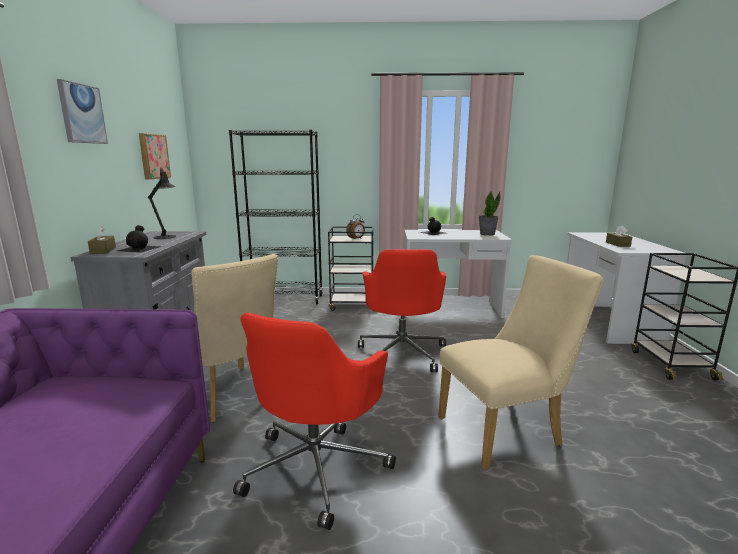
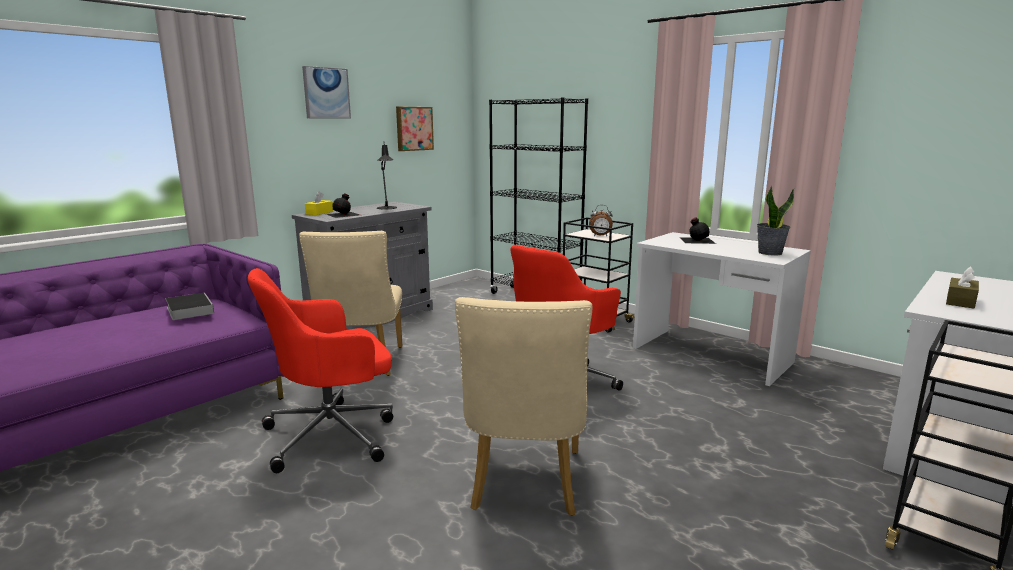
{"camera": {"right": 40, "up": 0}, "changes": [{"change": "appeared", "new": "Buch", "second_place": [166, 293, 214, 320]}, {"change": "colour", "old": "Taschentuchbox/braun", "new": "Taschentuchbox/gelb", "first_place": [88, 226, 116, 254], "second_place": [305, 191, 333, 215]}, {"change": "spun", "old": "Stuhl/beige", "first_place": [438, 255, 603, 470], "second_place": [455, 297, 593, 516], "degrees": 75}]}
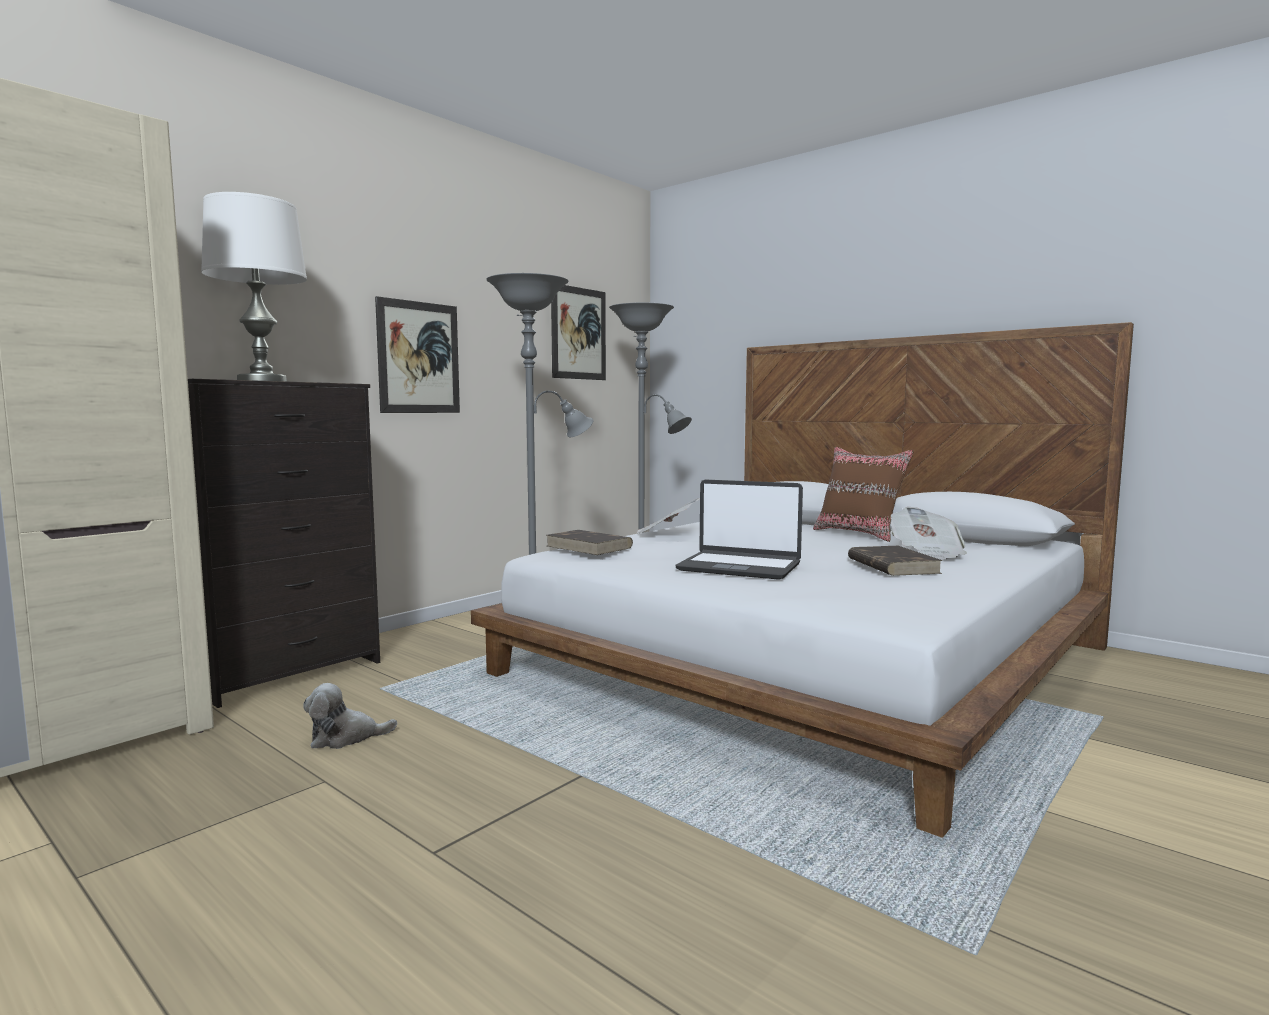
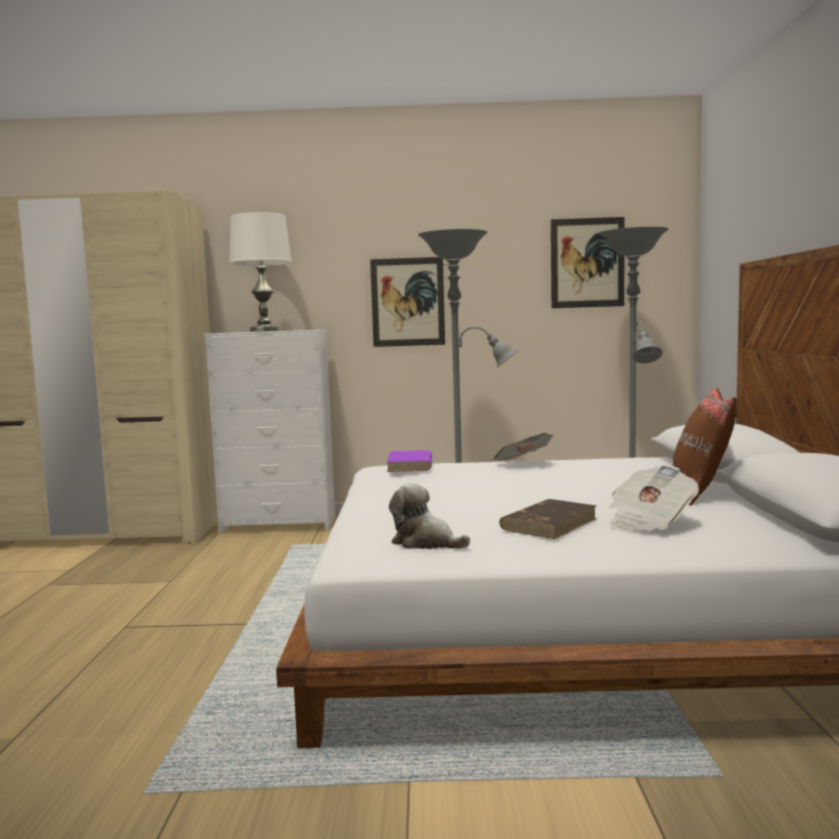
{"camera": {"right": 50, "up": 0}, "changes": [{"change": "missing", "old": "Laptop", "first_place": [675, 480, 803, 580]}, {"change": "relocated", "old": "Plüschtier", "first_place": [303, 683, 397, 749], "second_place": [389, 483, 470, 549]}, {"change": "colour", "old": "Kommode/schwarz", "new": "Kommode/weiß", "first_place": [188, 379, 380, 708], "second_place": [204, 330, 335, 534]}, {"change": "colour", "old": "Buch/braun", "new": "Buch/lila", "first_place": [547, 530, 633, 555], "second_place": [387, 450, 432, 472]}]}
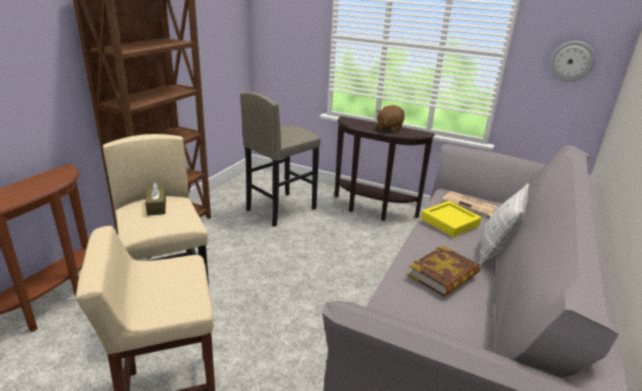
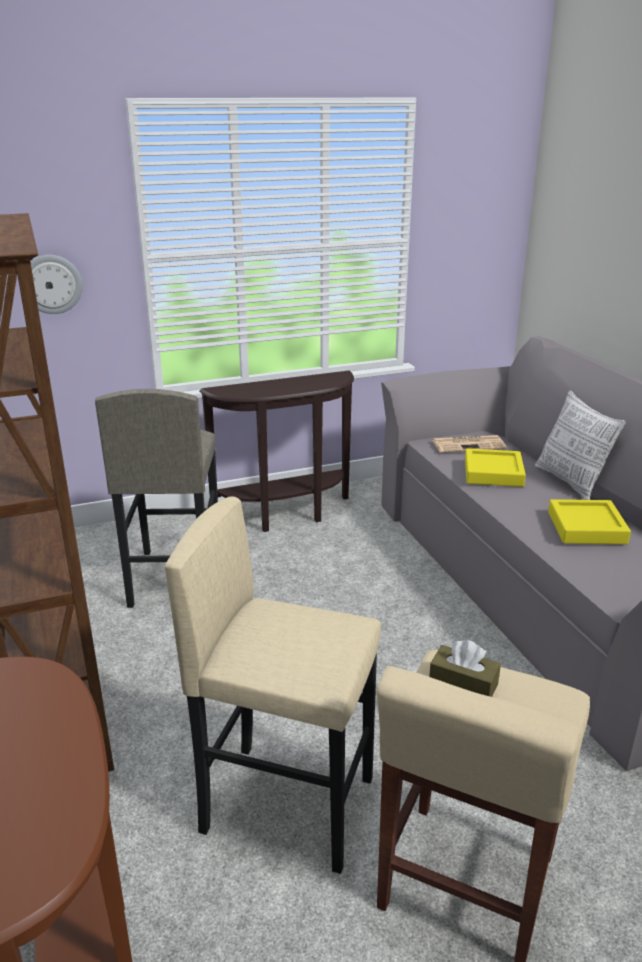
{"camera": {"right": -45, "up": 0}, "changes": [{"change": "missing", "old": "Plüschtier/braun", "first_place": [377, 105, 405, 133]}, {"change": "relocated", "old": "Taschentuchbox/braun", "first_place": [145, 183, 166, 216], "second_place": [429, 640, 501, 697]}, {"change": "relocated", "old": "Wanduhr", "first_place": [550, 41, 595, 82], "second_place": [30, 255, 83, 314]}, {"change": "exchanged", "old": "Buch", "new": "Tablett/gelb", "first_place": [408, 246, 480, 297], "second_place": [548, 499, 631, 544]}]}
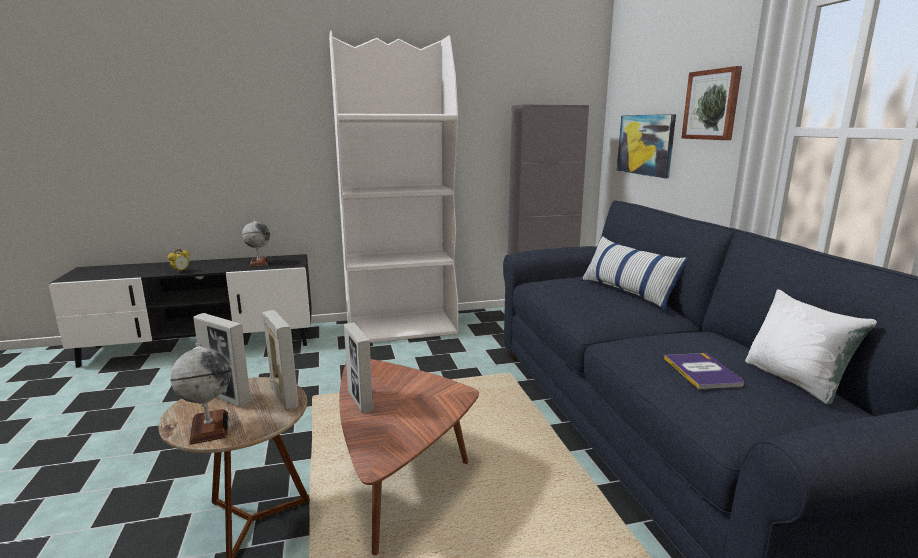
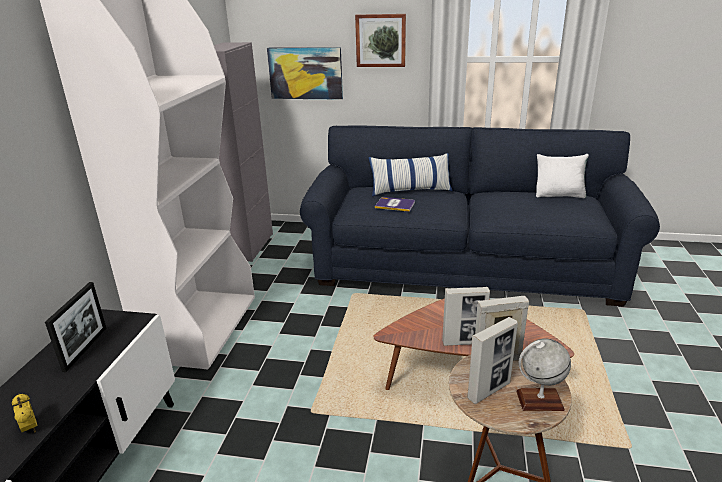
{"camera": {"right": -65, "up": 10}, "changes": [{"change": "relocated", "old": "Buch", "first_place": [664, 353, 744, 389], "second_place": [375, 197, 415, 212]}, {"change": "exchanged", "old": "Globus", "new": "Bilderrahmen", "first_place": [242, 219, 270, 267], "second_place": [45, 282, 107, 372]}]}
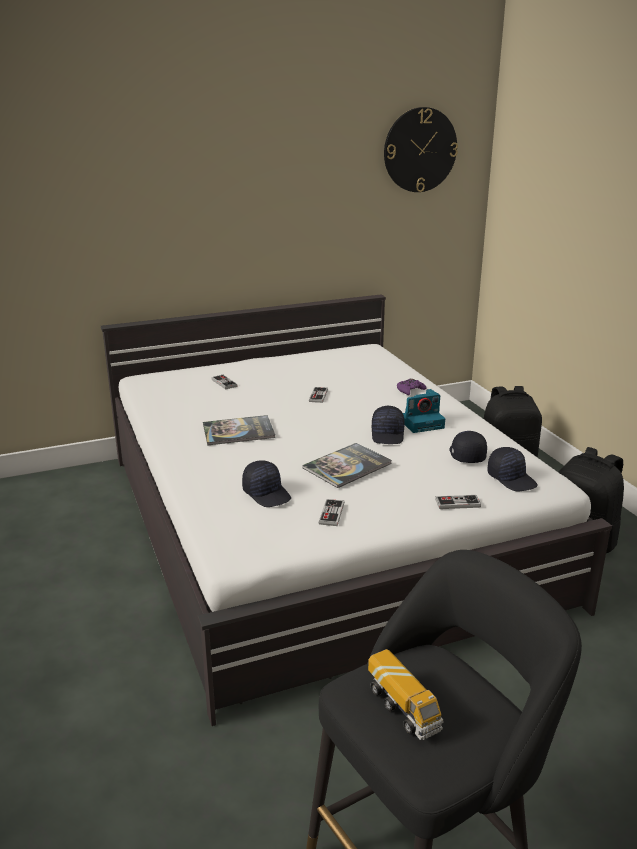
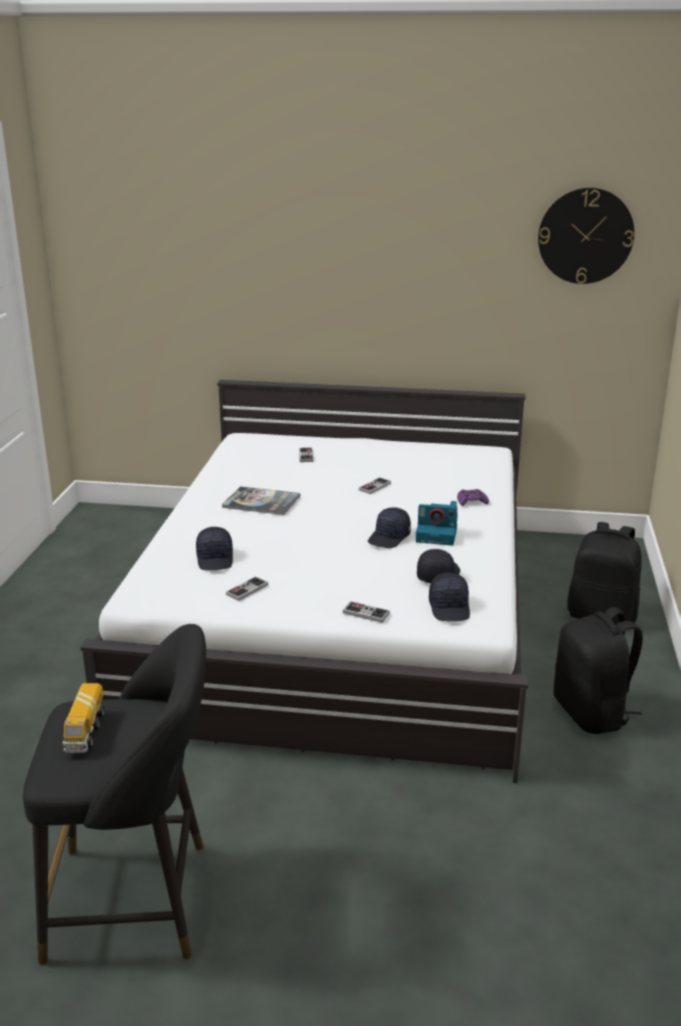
{"camera": {"right": 30, "up": 0}, "changes": [{"change": "missing", "old": "Buch", "first_place": [302, 443, 392, 488]}]}
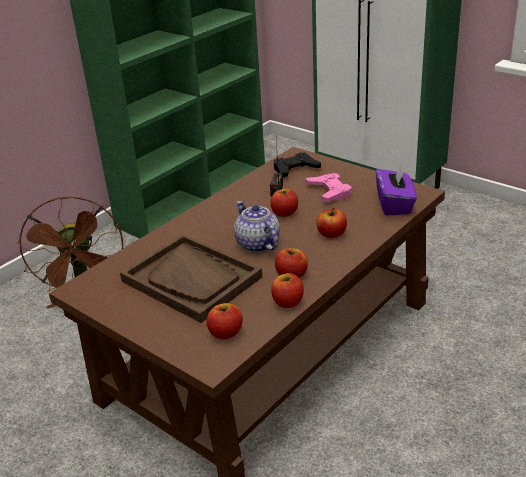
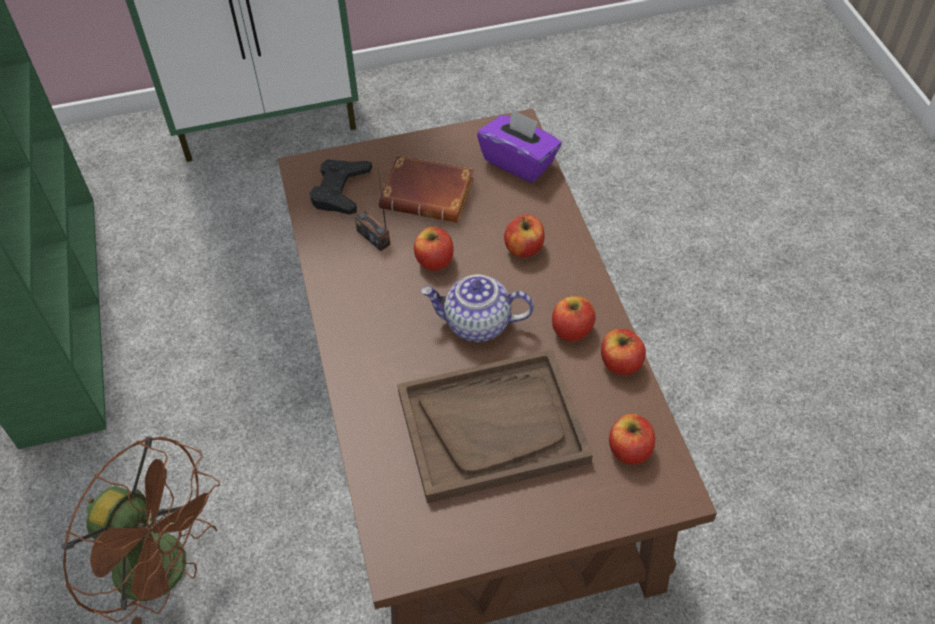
{"camera": {"right": -55, "up": 20}, "changes": [{"change": "exchanged", "old": "Gamepad/rosa", "new": "Buch/braun", "first_place": [305, 173, 351, 202], "second_place": [379, 155, 474, 223]}]}
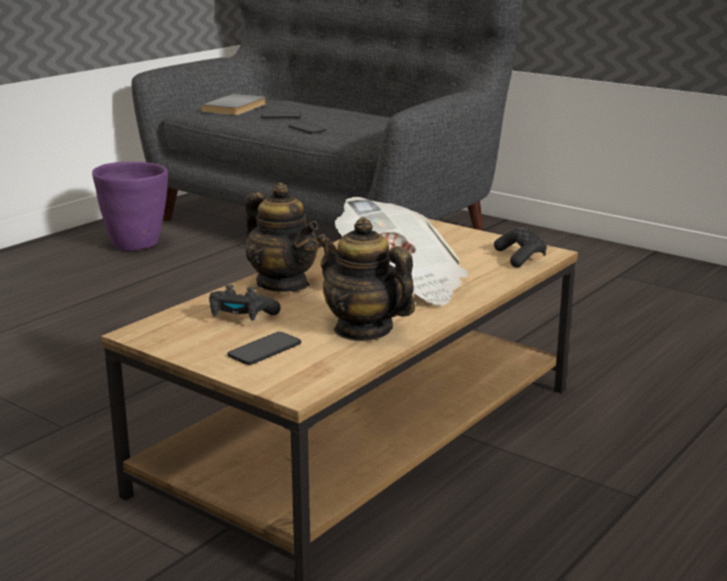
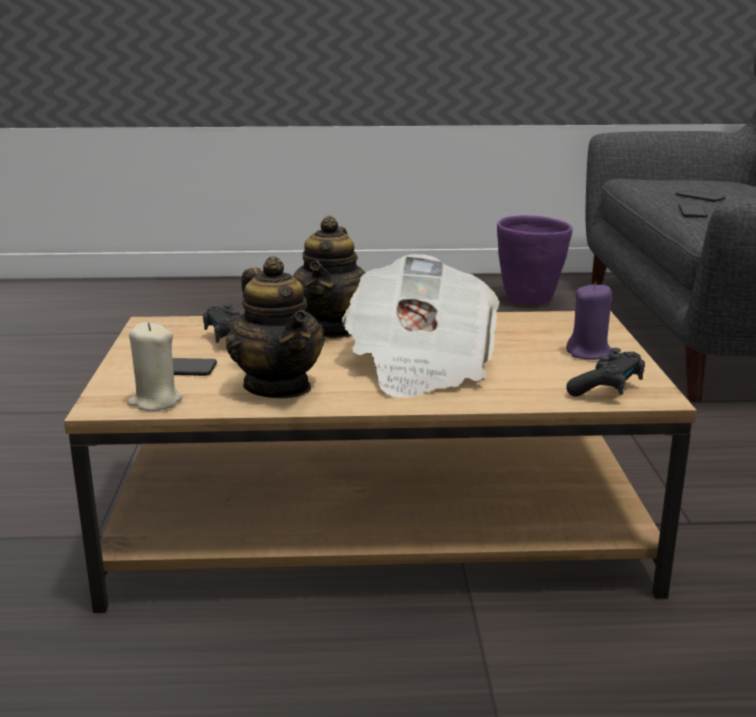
{"camera": {"right": 50, "up": 0}, "changes": [{"change": "missing", "old": "Buch/grau", "first_place": [201, 94, 266, 115]}, {"change": "appeared", "new": "Kerze/beige", "second_place": [127, 322, 183, 411]}, {"change": "appeared", "new": "Kerze/lila", "second_place": [566, 282, 613, 360]}, {"change": "spun", "old": "Teekanne", "first_place": [317, 217, 415, 341], "second_place": [226, 256, 325, 398], "degrees": 150}]}
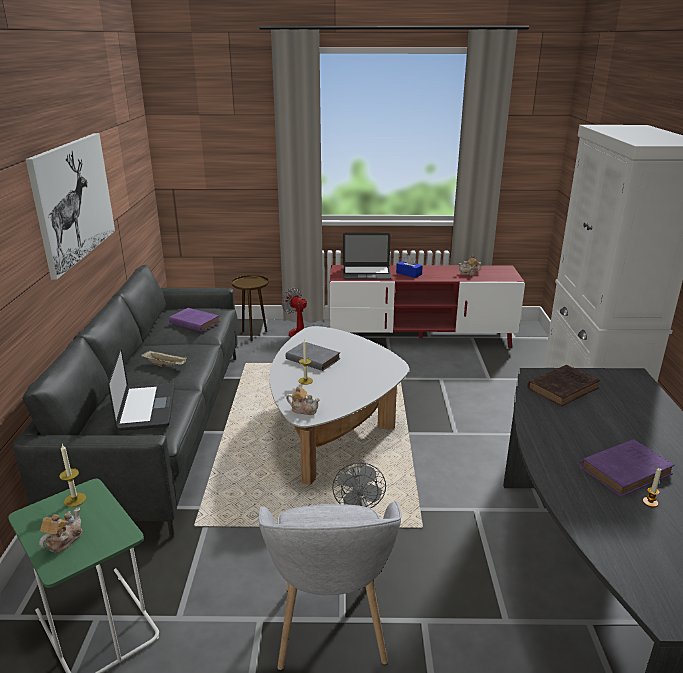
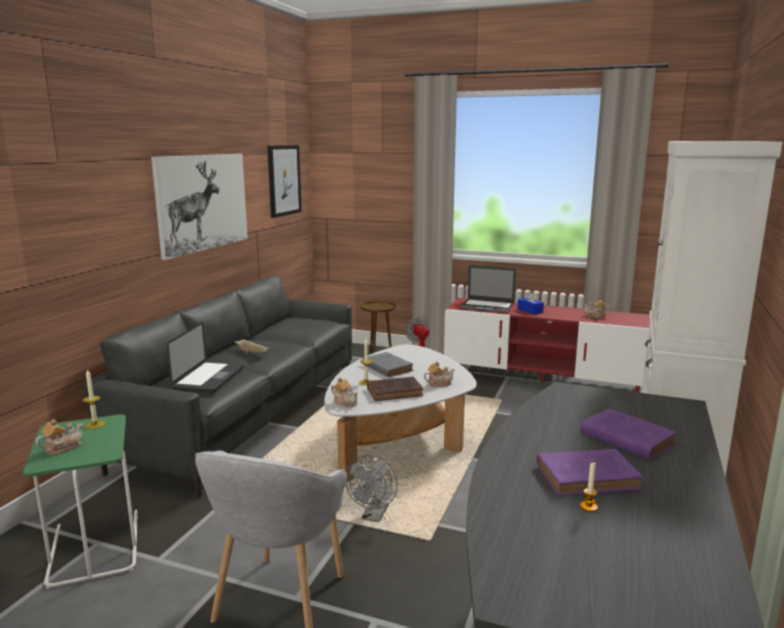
{"camera": {"right": 20, "up": -10}, "changes": [{"change": "appeared", "new": "Bild", "second_place": [267, 145, 302, 218]}, {"change": "appeared", "new": "Teekanne", "second_place": [424, 361, 455, 387]}, {"change": "relocated", "old": "Buch/lila", "first_place": [169, 308, 220, 332], "second_place": [580, 408, 678, 460]}, {"change": "relocated", "old": "Buch/braun", "first_place": [527, 365, 600, 407], "second_place": [367, 376, 423, 401]}]}
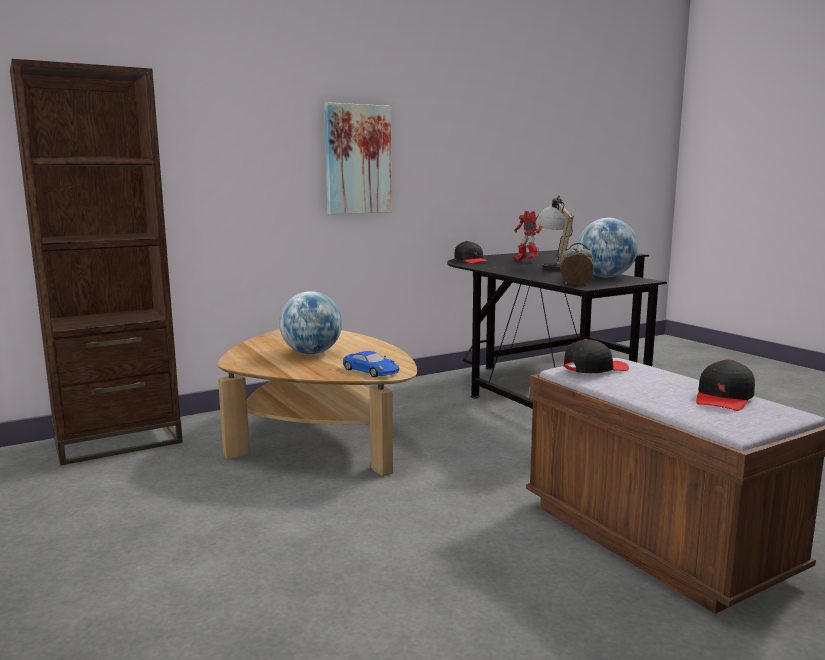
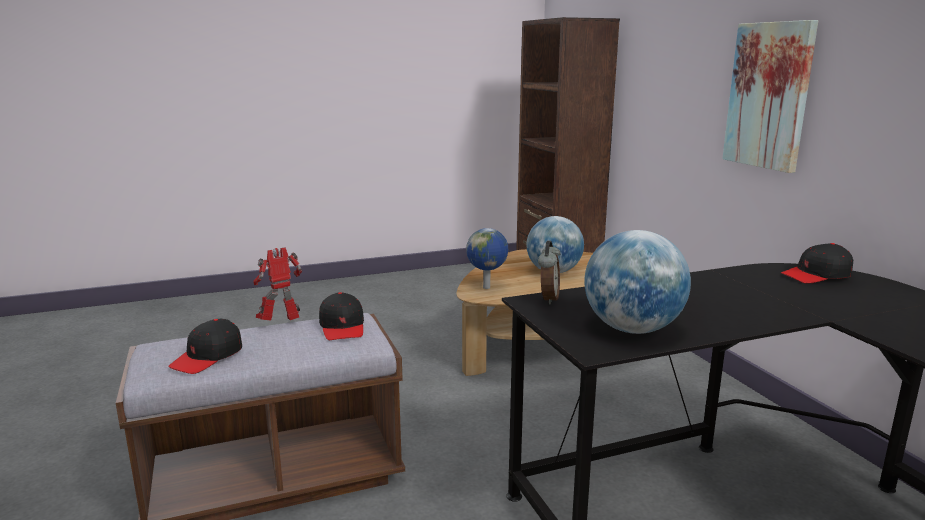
{"camera": {"right": 100, "up": 5}, "changes": [{"change": "missing", "old": "Tischlampe", "first_place": [536, 196, 574, 272]}, {"change": "relocated", "old": "Spielzeugroboter", "first_place": [514, 211, 543, 261], "second_place": [253, 247, 302, 321]}, {"change": "exchanged", "old": "Spielzeugauto/blau", "new": "Globus", "first_place": [343, 351, 399, 377], "second_place": [466, 228, 508, 289]}, {"change": "spun", "old": "Kappe/schwarz", "first_place": [696, 359, 755, 411], "second_place": [168, 319, 242, 374], "degrees": -105}]}
